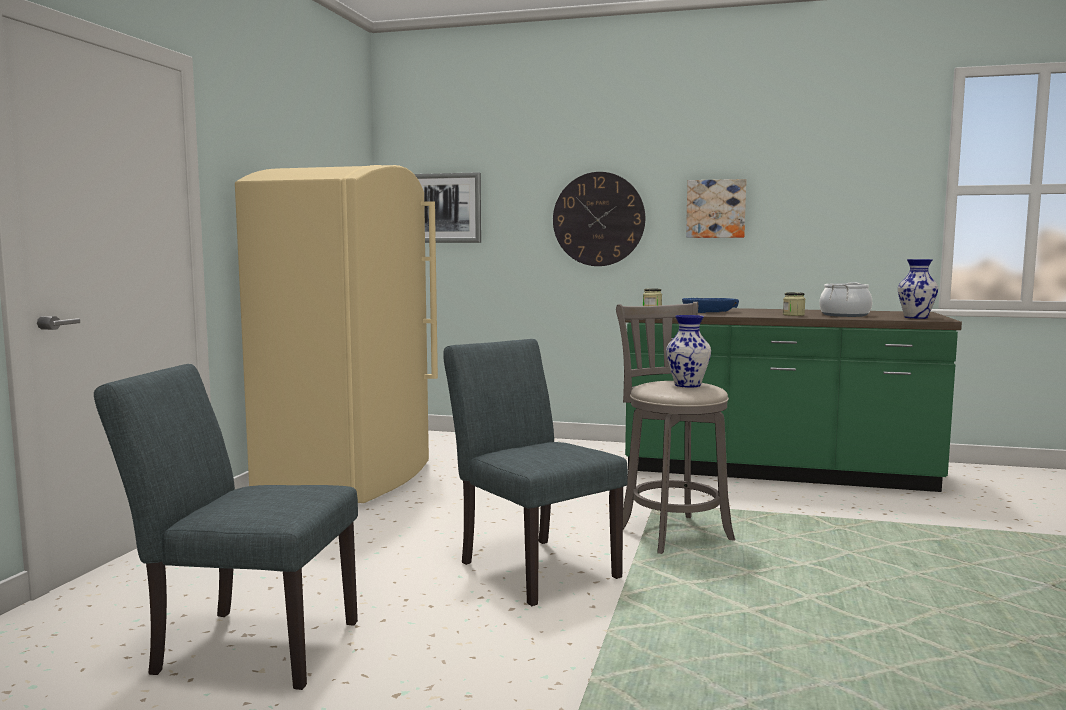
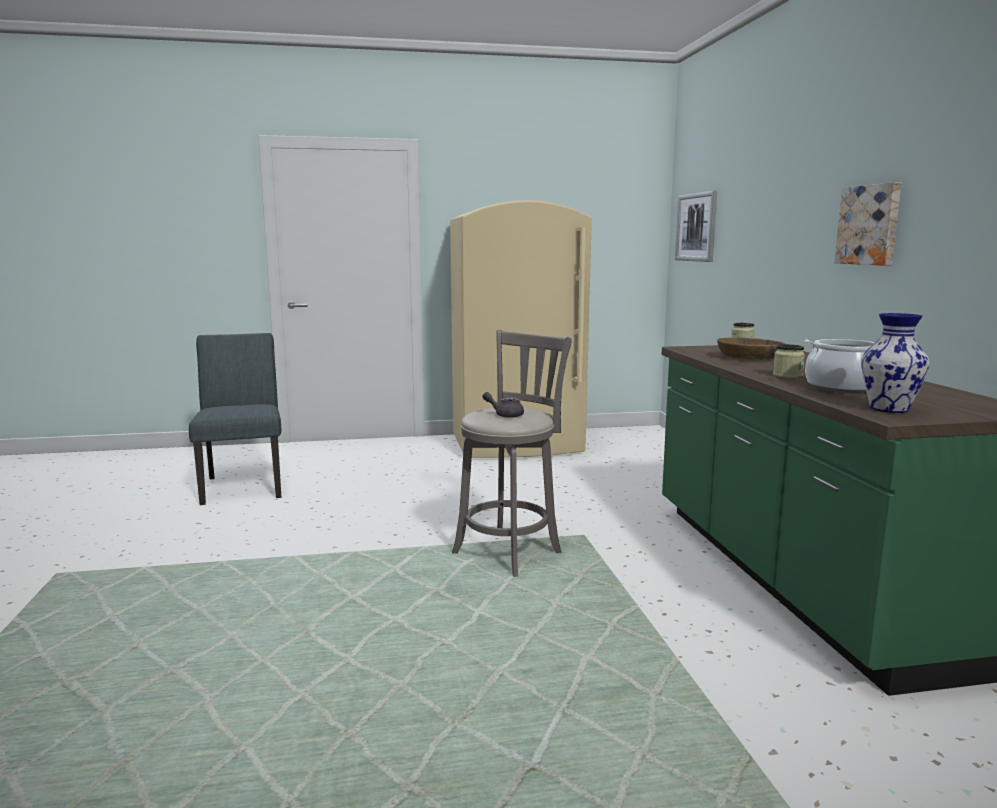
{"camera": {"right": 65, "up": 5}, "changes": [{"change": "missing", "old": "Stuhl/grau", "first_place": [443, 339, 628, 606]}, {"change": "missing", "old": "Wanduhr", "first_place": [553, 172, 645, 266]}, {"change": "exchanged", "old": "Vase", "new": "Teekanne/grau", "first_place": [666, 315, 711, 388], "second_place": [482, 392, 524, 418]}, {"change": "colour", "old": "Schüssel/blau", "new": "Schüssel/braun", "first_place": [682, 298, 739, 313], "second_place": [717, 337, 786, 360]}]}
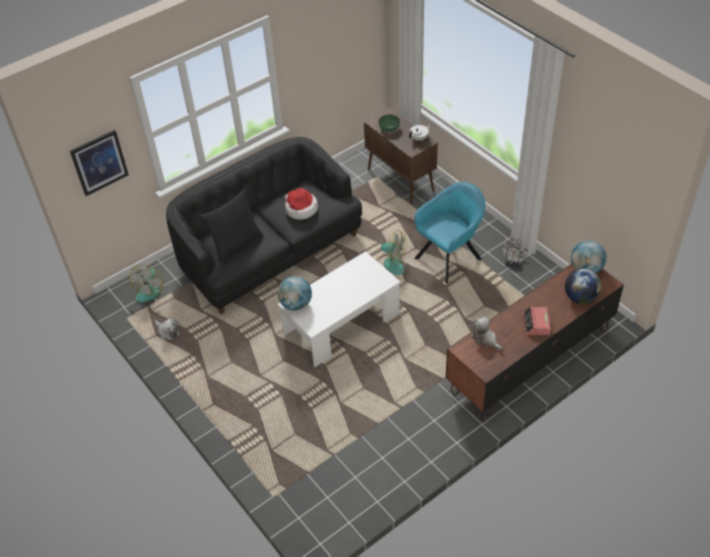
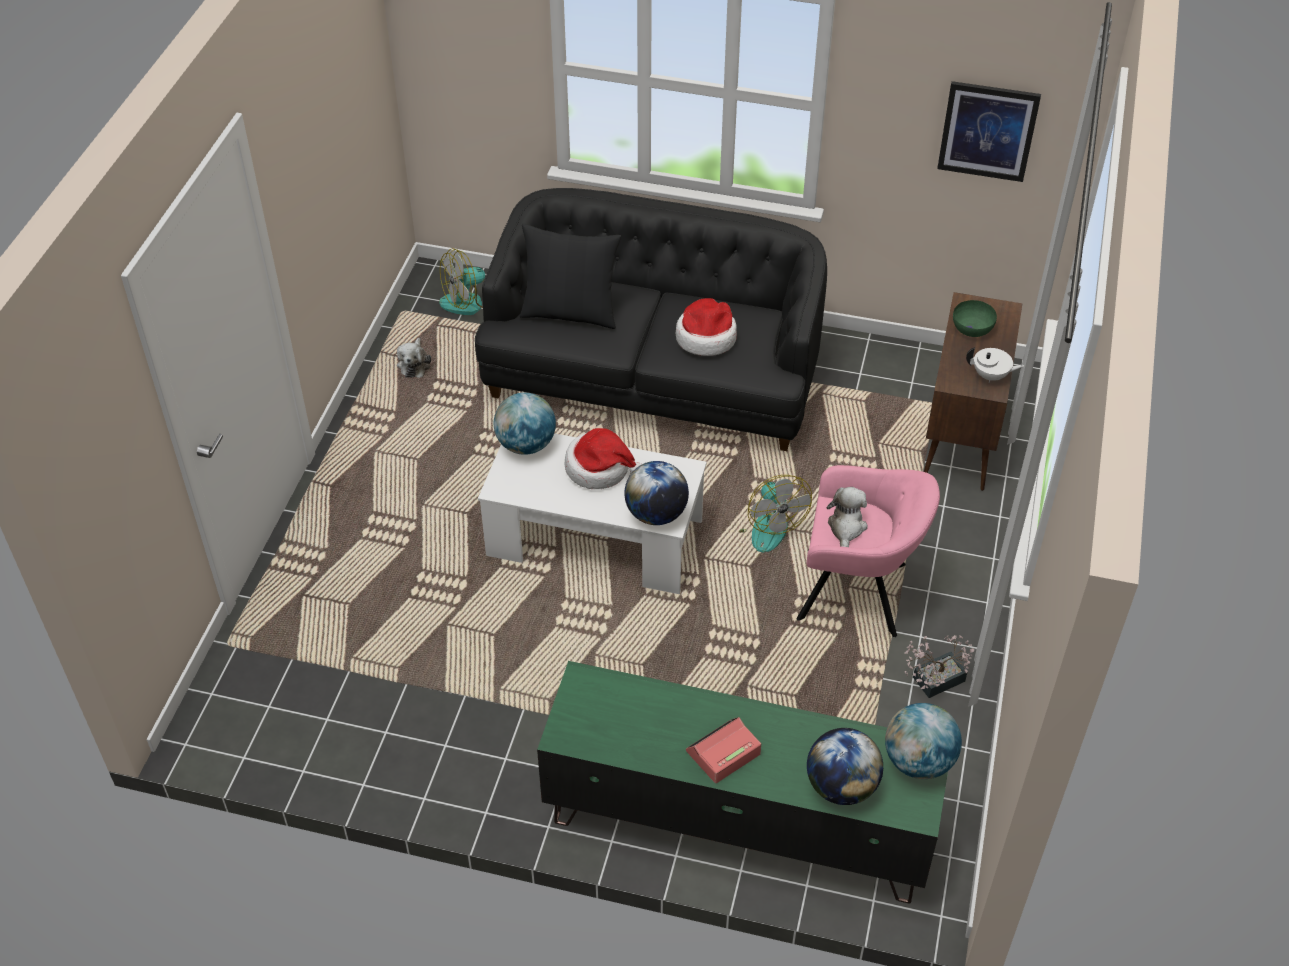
{"camera": {"right": 50, "up": 0}, "changes": [{"change": "appeared", "new": "Hut", "second_place": [564, 428, 642, 489]}, {"change": "appeared", "new": "Globus", "second_place": [624, 461, 689, 525]}, {"change": "relocated", "old": "Bild", "first_place": [70, 130, 129, 196], "second_place": [937, 81, 1041, 182]}, {"change": "relocated", "old": "Plüschtier", "first_place": [472, 317, 502, 350], "second_place": [827, 487, 868, 547]}, {"change": "colour", "old": "Sessel/türkis", "new": "Sessel/rosa", "first_place": [414, 182, 485, 283], "second_place": [796, 465, 940, 637]}, {"change": "colour", "old": "Fernsehschrank/braun", "new": "Fernsehschrank/grün", "first_place": [446, 264, 624, 421], "second_place": [537, 661, 948, 904]}]}
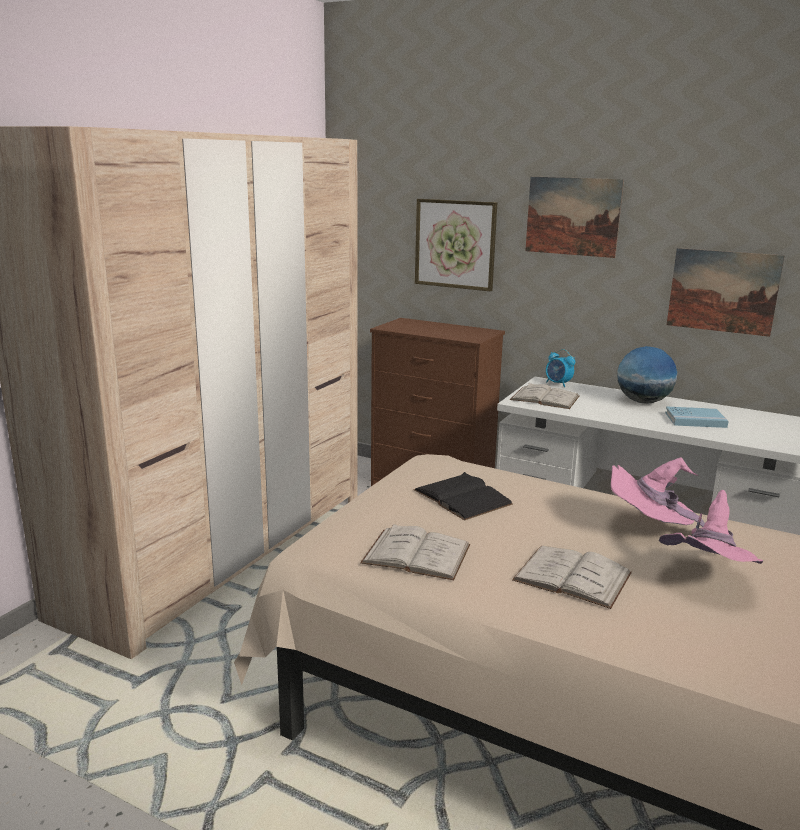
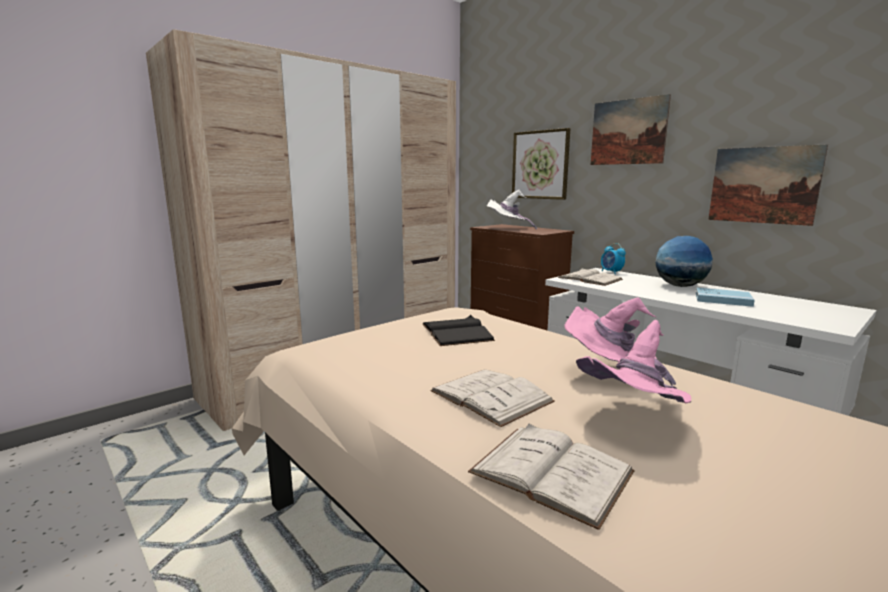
{"camera": {"right": 20, "up": -5}, "changes": [{"change": "appeared", "new": "Hut/weiß", "second_place": [487, 190, 537, 229]}, {"change": "relocated", "old": "Buch/weiß", "first_place": [360, 524, 470, 580], "second_place": [468, 424, 635, 530]}]}
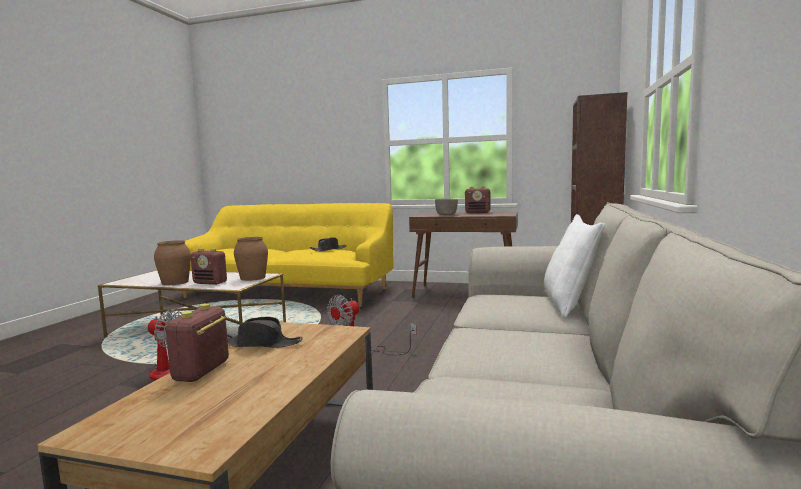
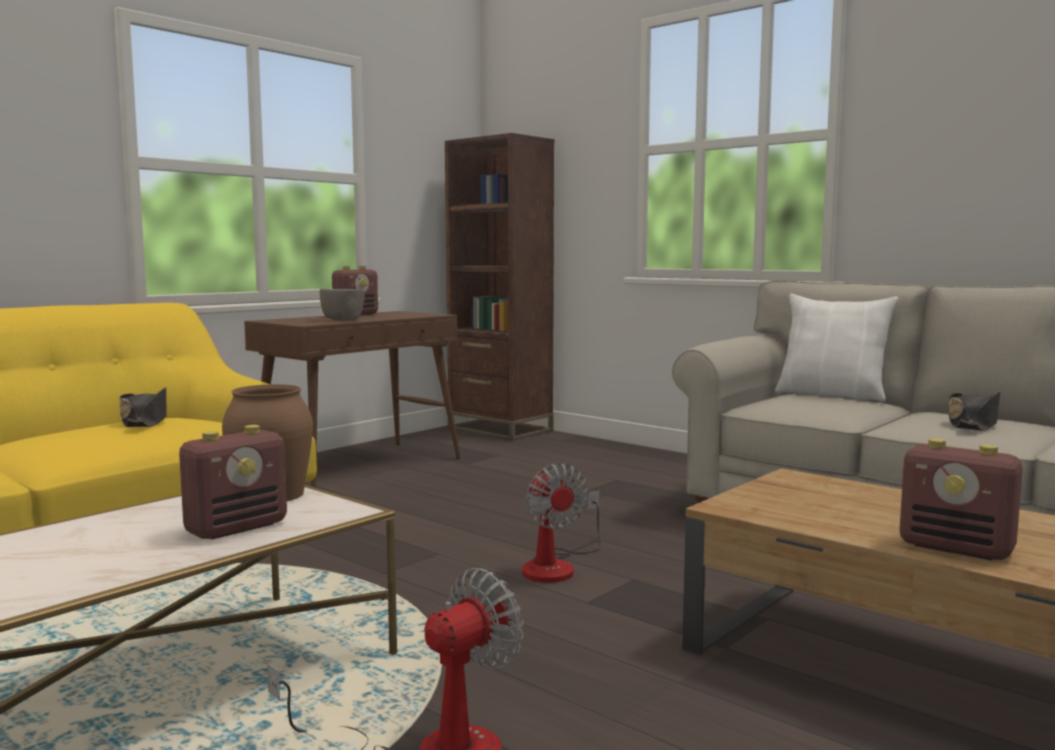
{"camera": {"right": -65, "up": 0}, "changes": [{"change": "missing", "old": "Vase/braun", "first_place": [154, 240, 191, 285]}, {"change": "relocated", "old": "Hut/schwarz", "first_place": [227, 317, 303, 348], "second_place": [948, 391, 1001, 431]}]}
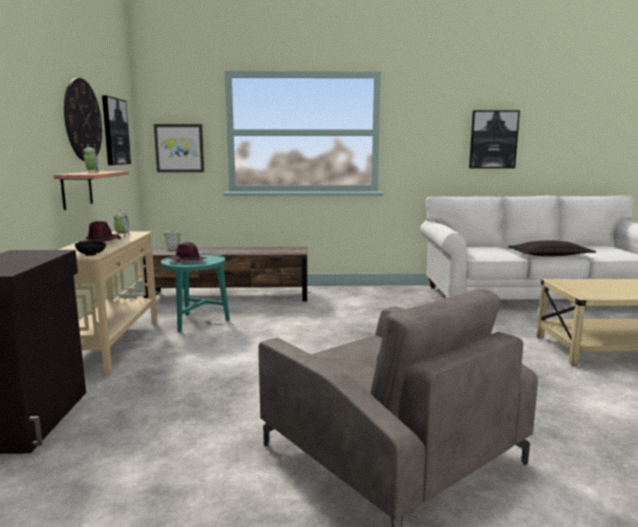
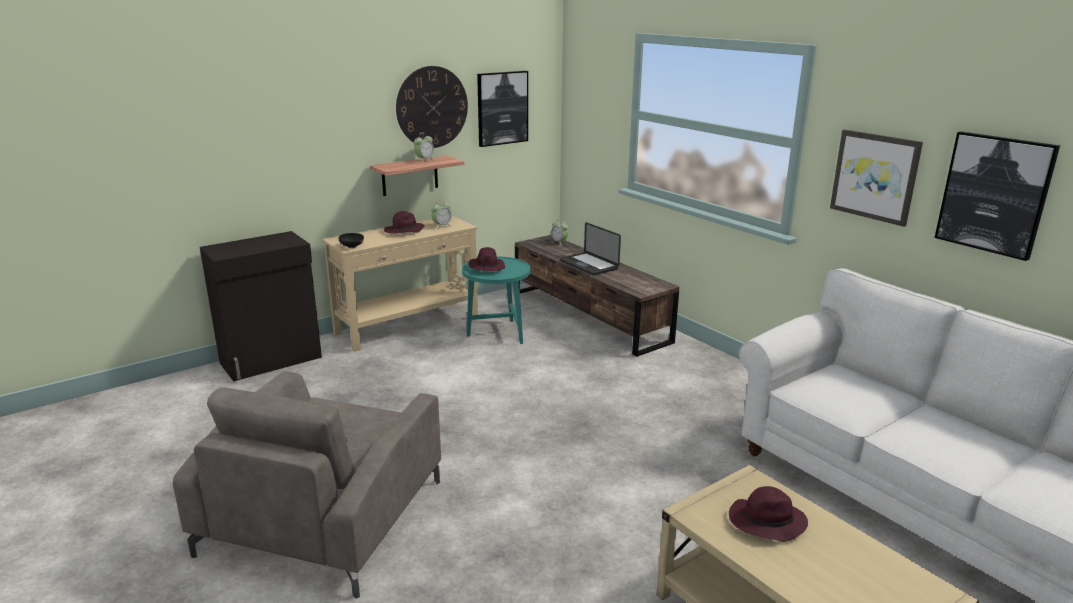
{"camera": {"right": 55, "up": 10}, "changes": [{"change": "missing", "old": "Kissen", "first_place": [508, 240, 596, 256]}, {"change": "appeared", "new": "Laptop", "second_place": [560, 222, 621, 276]}, {"change": "appeared", "new": "Hut/lila", "second_place": [729, 486, 808, 542]}, {"change": "relocated", "old": "Bild", "first_place": [154, 124, 204, 172], "second_place": [830, 130, 923, 227]}]}
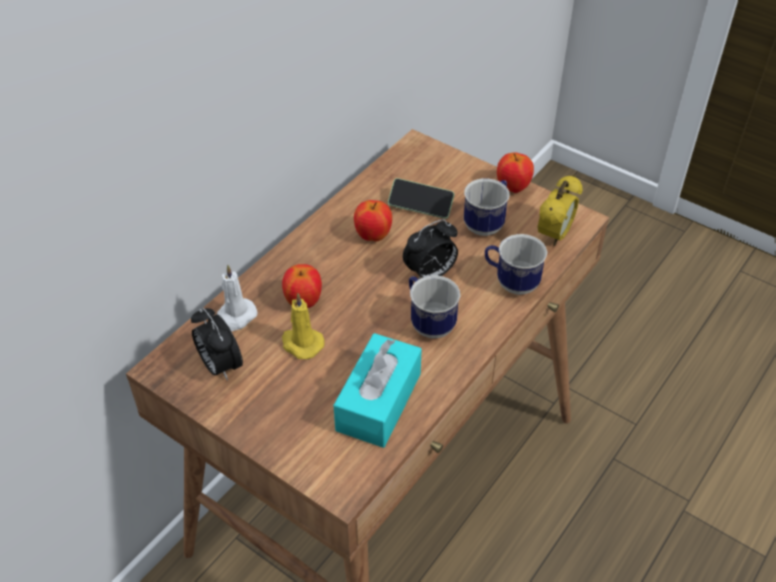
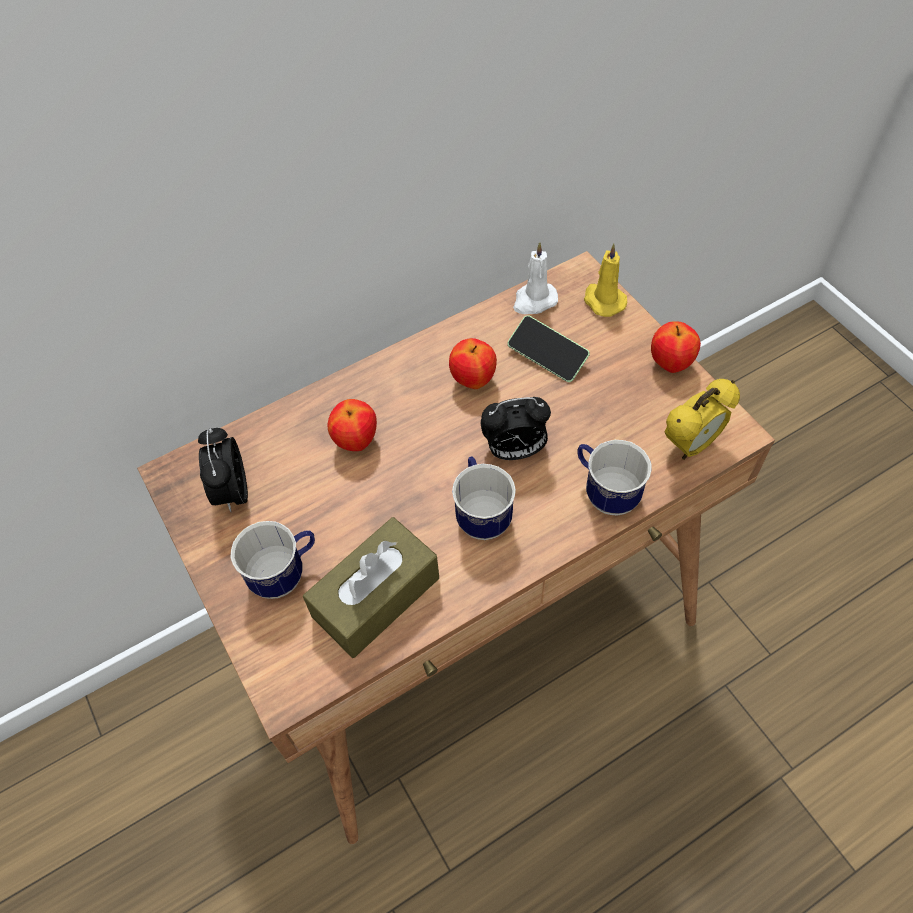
{"camera": {"right": 25, "up": 10}, "changes": [{"change": "relocated", "old": "Kerze/weiß", "first_place": [217, 264, 258, 332], "second_place": [513, 242, 558, 314]}, {"change": "relocated", "old": "Kerze/gelb", "first_place": [282, 293, 325, 359], "second_place": [584, 244, 627, 317]}, {"change": "relocated", "old": "Henkelbecher", "first_place": [464, 178, 510, 236], "second_place": [230, 521, 315, 599]}, {"change": "colour", "old": "Taschentuchbox/türkis", "new": "Taschentuchbox/braun", "first_place": [334, 333, 422, 448], "second_place": [303, 517, 439, 658]}]}
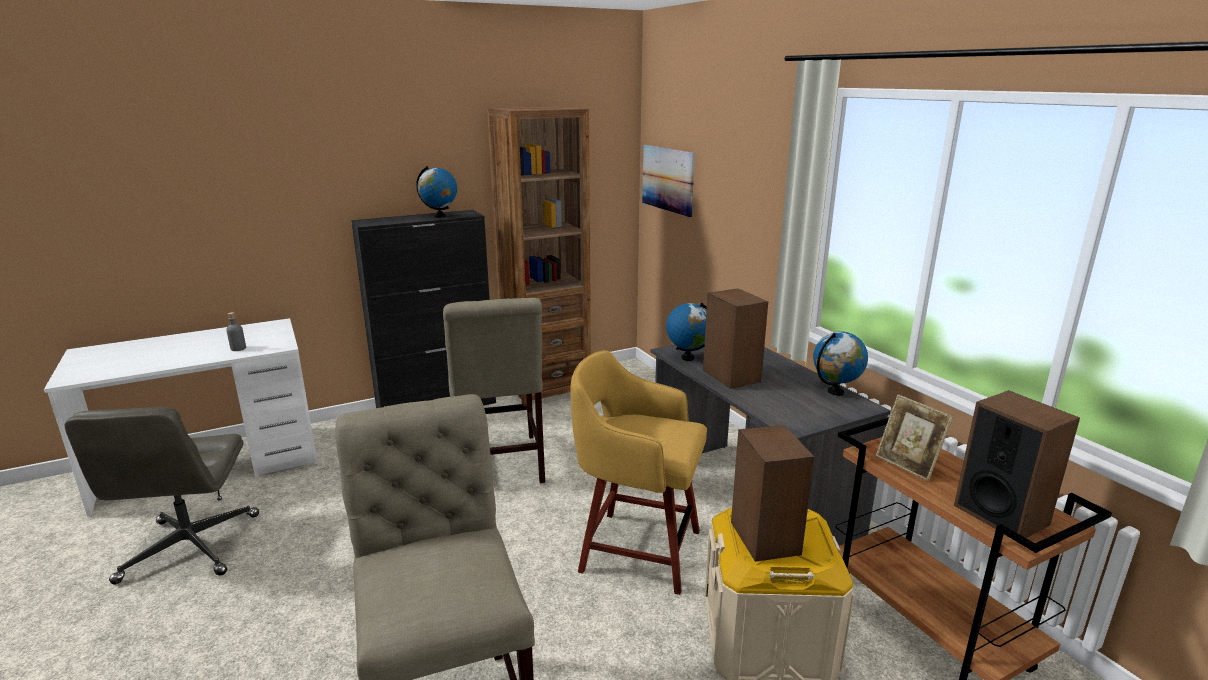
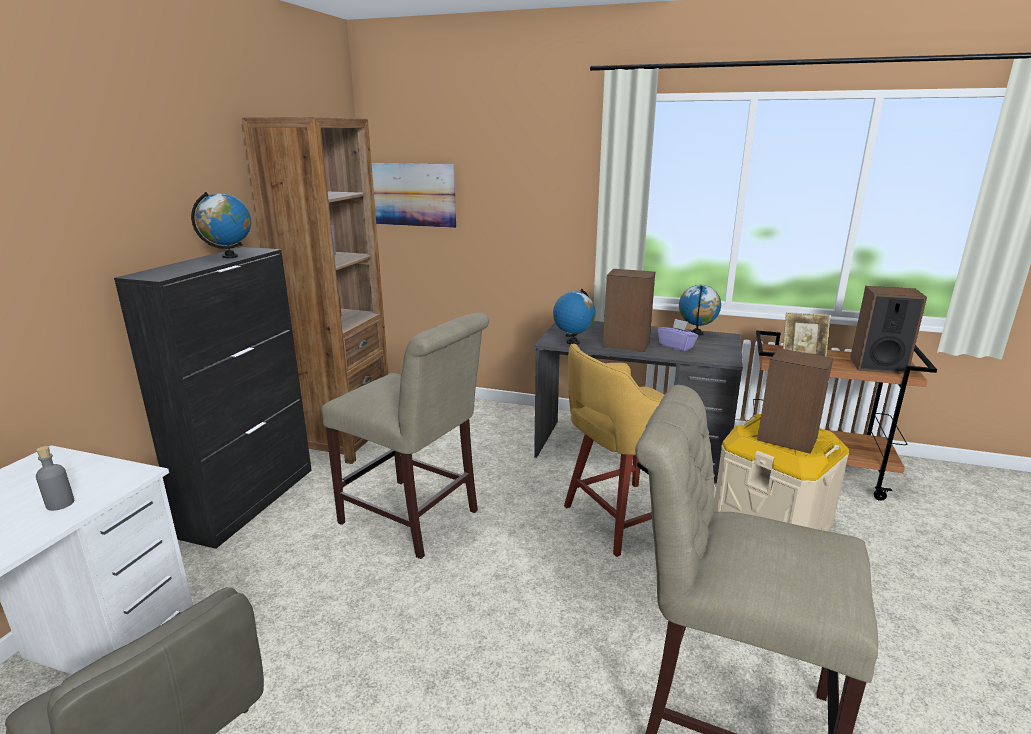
{"camera": {"right": -45, "up": 0}, "changes": [{"change": "appeared", "new": "Taschentuchbox/lila", "second_place": [658, 319, 698, 351]}]}
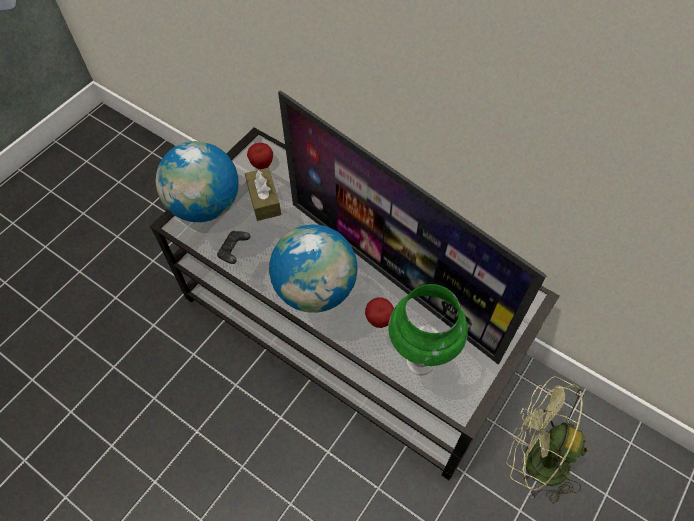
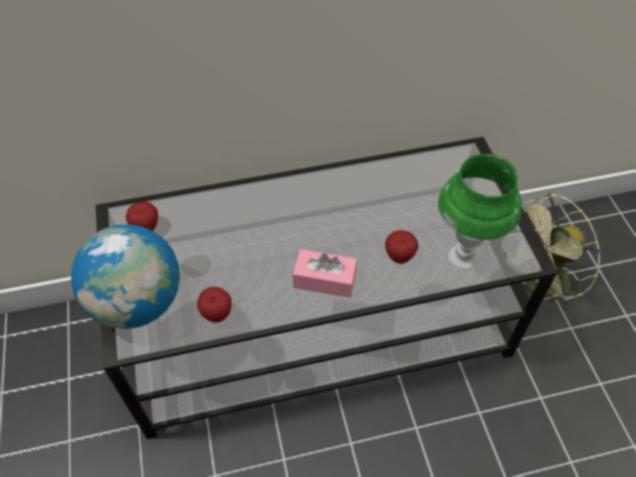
{"camera": {"right": -50, "up": -5}, "changes": [{"change": "missing", "old": "Taschentuchbox/braun", "first_place": [245, 168, 281, 221]}, {"change": "missing", "old": "Fernseher", "first_place": [278, 90, 547, 364]}, {"change": "exchanged", "old": "Gamepad/schwarz", "new": "Apfel", "first_place": [217, 231, 251, 264], "second_place": [197, 287, 232, 323]}, {"change": "exchanged", "old": "Globus", "new": "Taschentuchbox/rosa", "first_place": [269, 225, 358, 313], "second_place": [293, 249, 357, 298]}]}
